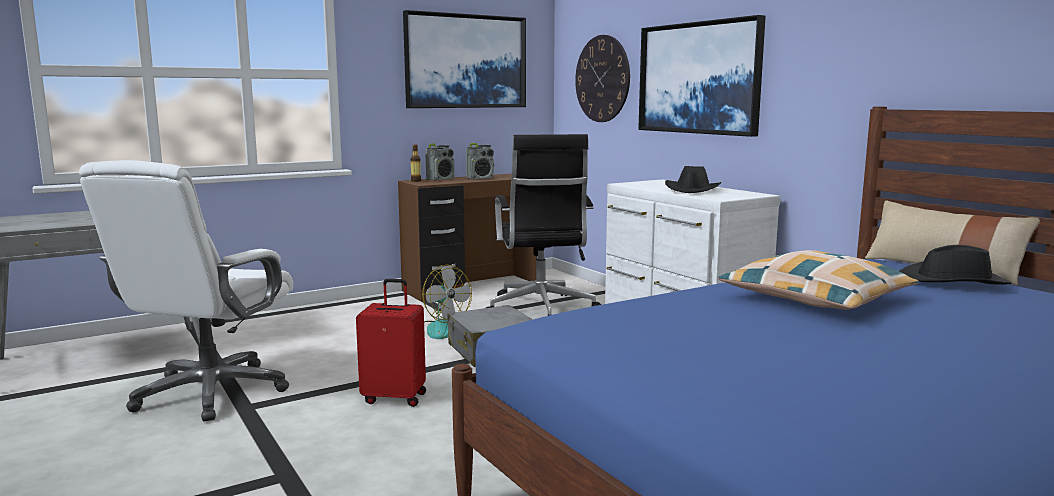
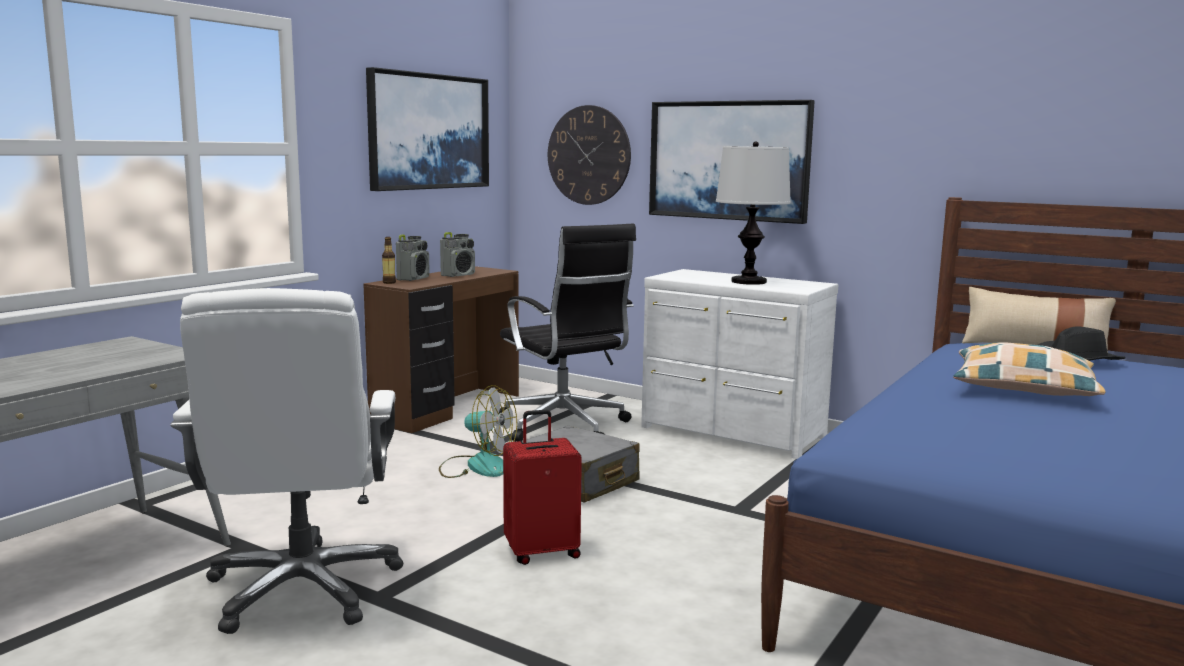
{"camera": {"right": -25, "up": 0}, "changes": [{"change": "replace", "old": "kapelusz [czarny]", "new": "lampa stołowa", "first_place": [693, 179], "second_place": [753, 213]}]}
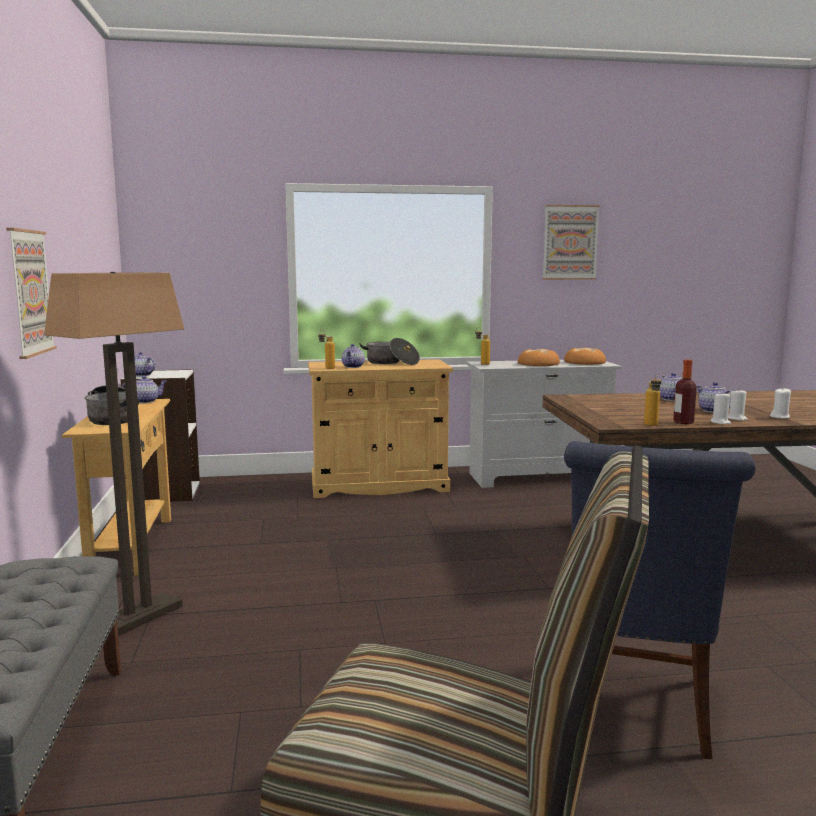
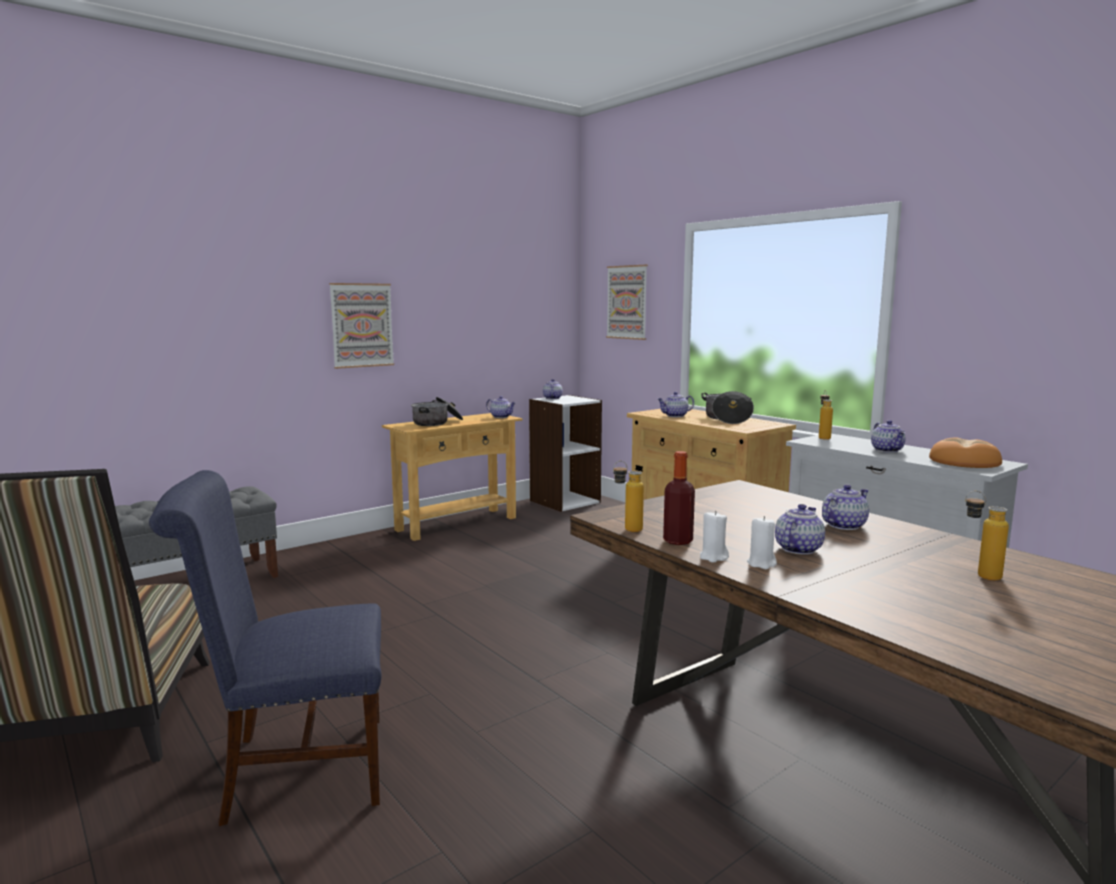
{"camera": {"right": 60, "up": 0}, "changes": [{"change": "delete", "old": "lampa stojąca", "first_place": [114, 454]}, {"change": "delete", "old": "świeca [biały]", "first_place": [780, 403]}, {"change": "move", "old": "butelka", "first_place": [326, 349], "second_place": [987, 536]}, {"change": "move", "old": "obraz", "first_place": [571, 242], "second_place": [627, 302]}, {"change": "replace", "old": "chleb", "new": "imbryk", "first_place": [539, 357], "second_place": [888, 436]}]}
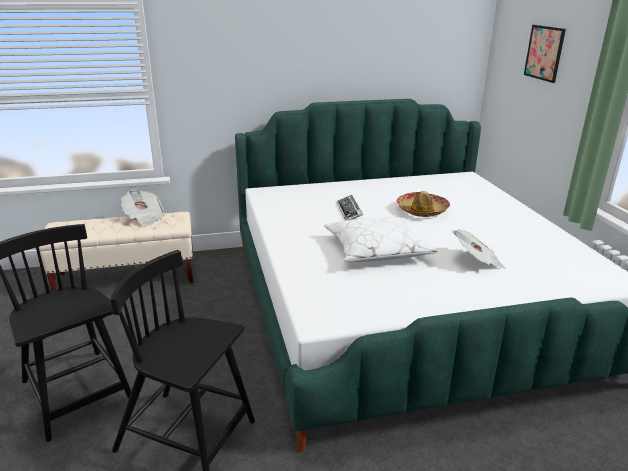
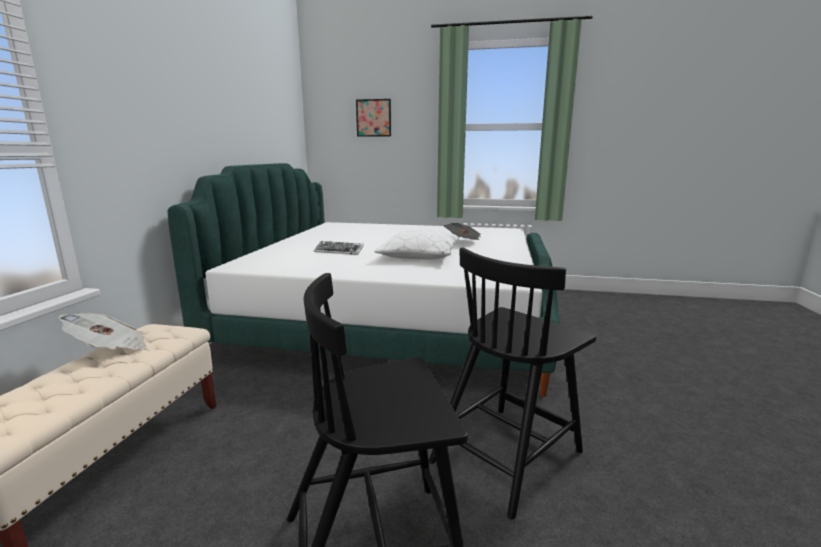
{"camera": {"right": -65, "up": -10}, "changes": [{"change": "delete", "old": "kapelusz", "first_place": [423, 204]}]}
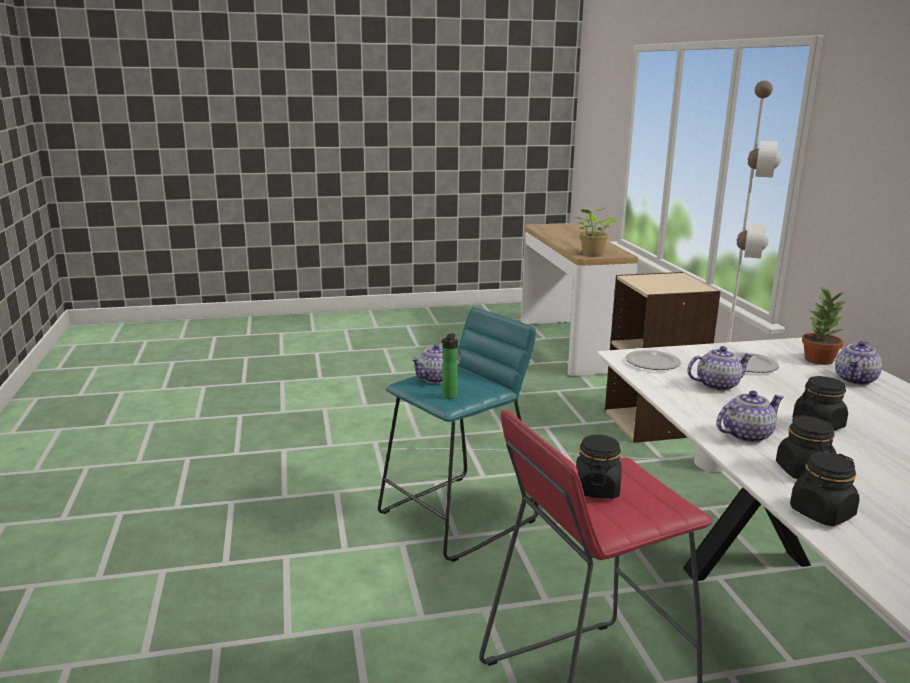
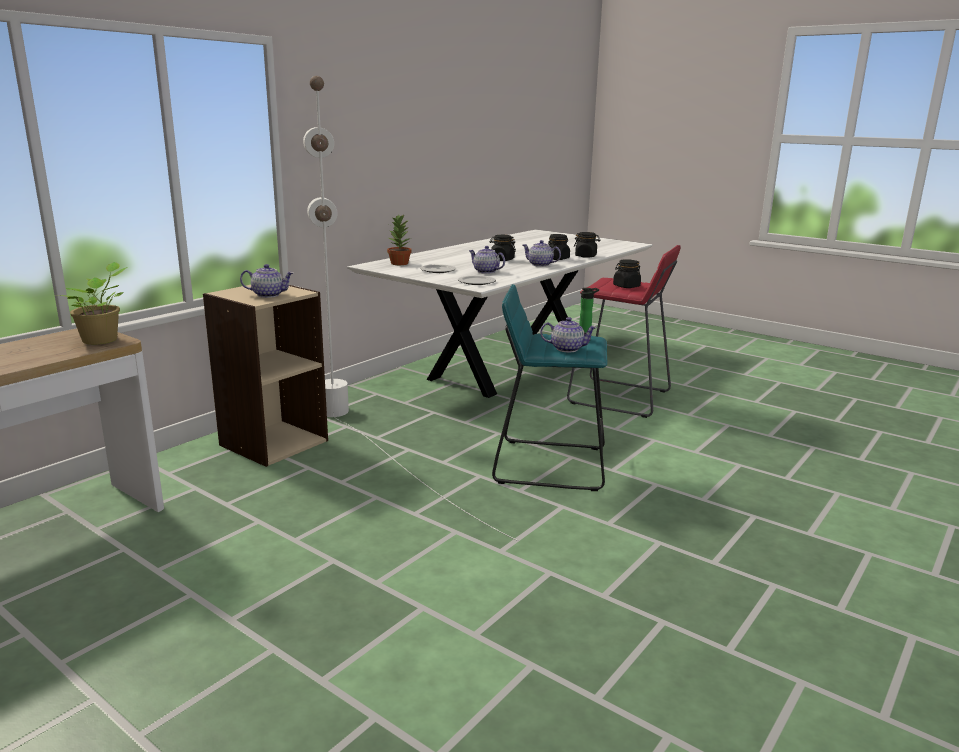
{"camera": {"right": -130, "up": 0}, "changes": [{"change": "move", "old": "imbryk", "first_place": [858, 363], "second_place": [266, 281]}]}
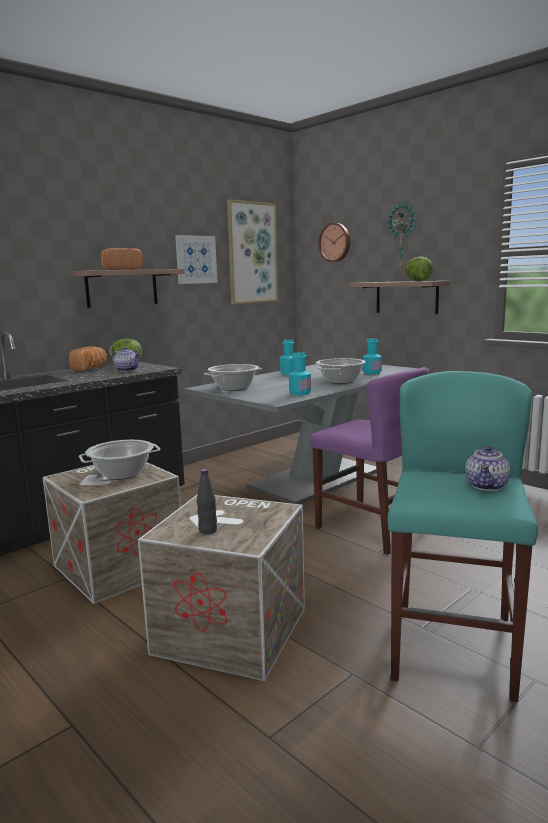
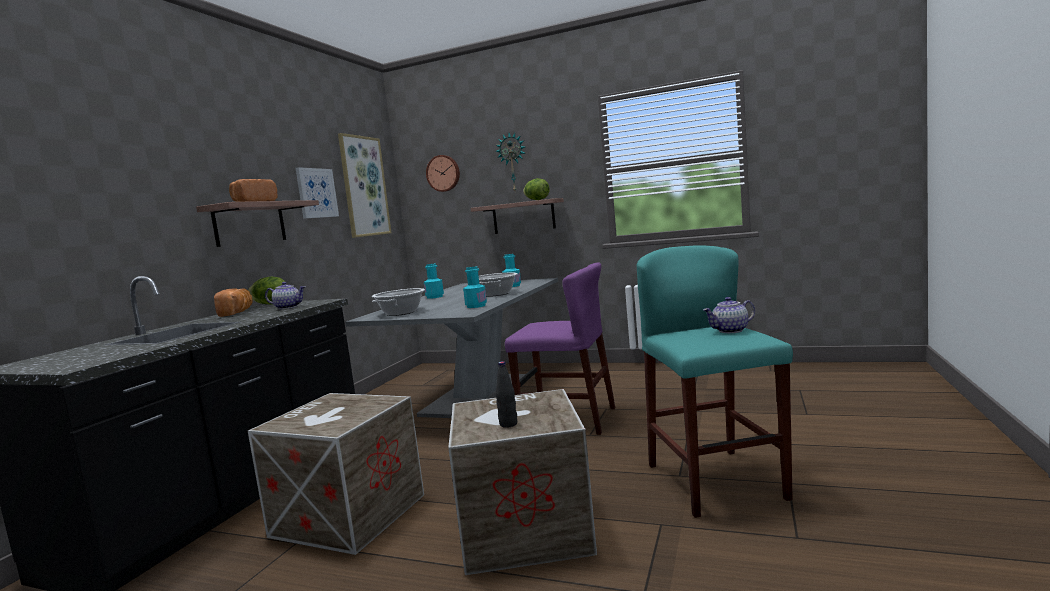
{"camera": {"right": -25, "up": -5}, "changes": [{"change": "delete", "old": "garnek", "first_place": [120, 460]}, {"change": "rotate", "old": "imbryk", "first_place": [487, 468], "second_place": [729, 315], "degrees": 75}]}
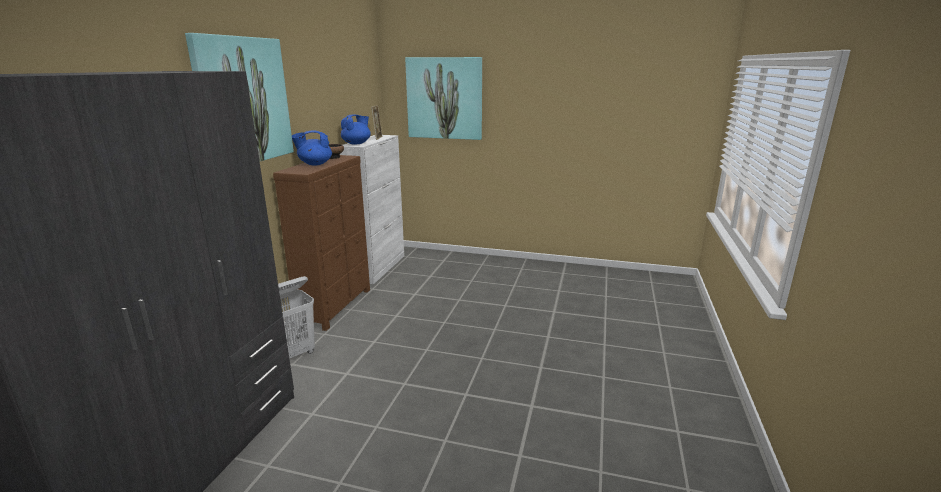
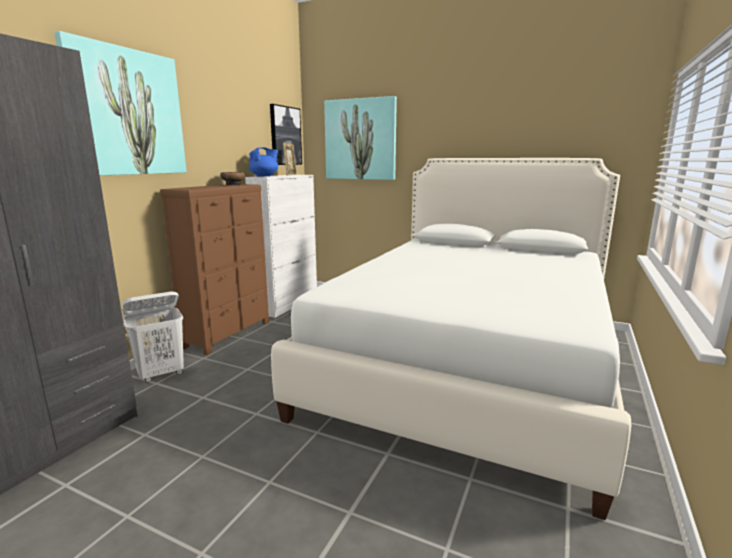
{"camera": {"right": 10, "up": -5}, "changes": [{"change": "delete", "old": "imbryk [niebieski]", "first_place": [312, 148]}, {"change": "insert", "new": "obraz", "second_place": [286, 134]}, {"change": "insert", "new": "łóżko [biały]", "second_place": [451, 339]}]}
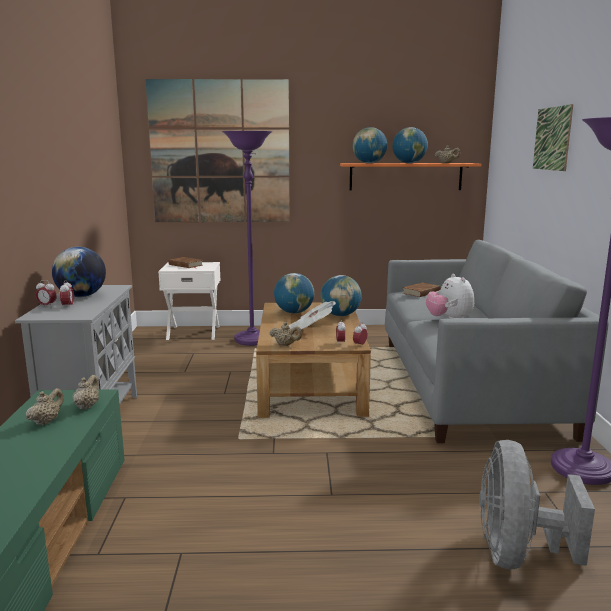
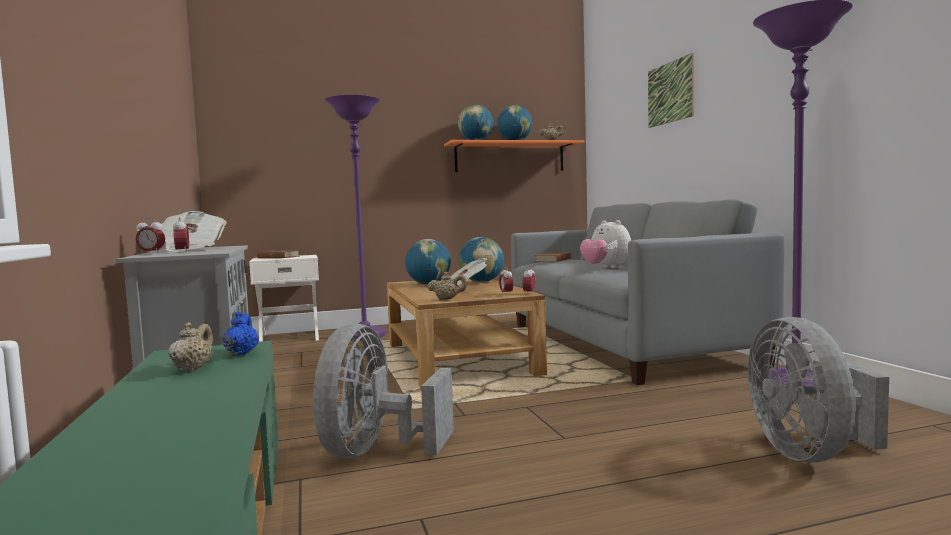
{"camera": {"right": -15, "up": -10}, "changes": [{"change": "delete", "old": "obraz", "first_place": [217, 150]}, {"change": "insert", "new": "wentylator [szary]", "second_place": [383, 391]}, {"change": "replace", "old": "globus", "new": "gazeta", "first_place": [79, 272], "second_place": [194, 231]}, {"change": "recolor", "old": "imbryk [beżowy]", "new": "imbryk [niebieski]", "first_place": [86, 392], "second_place": [240, 333]}]}
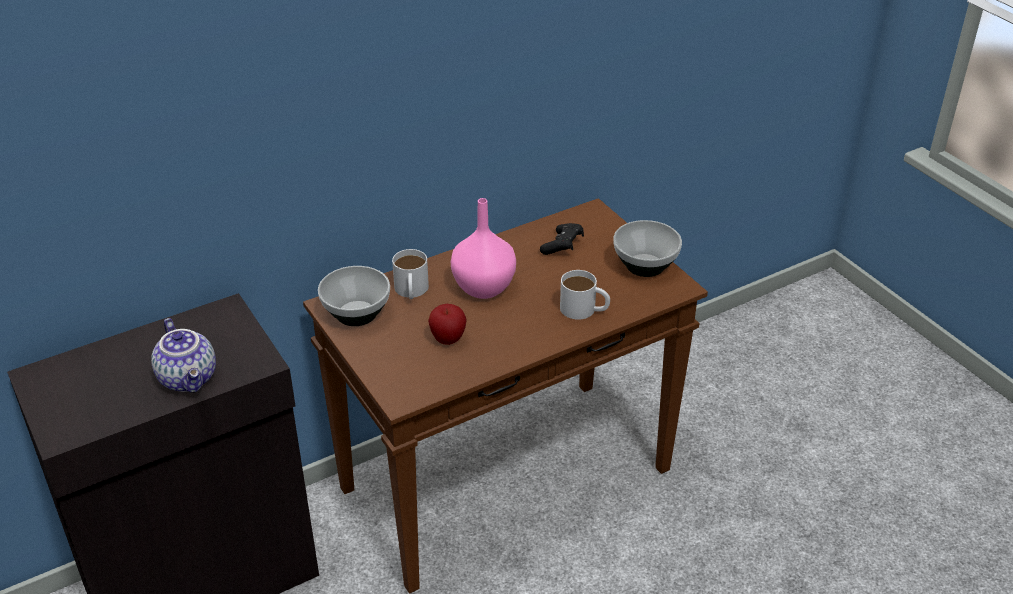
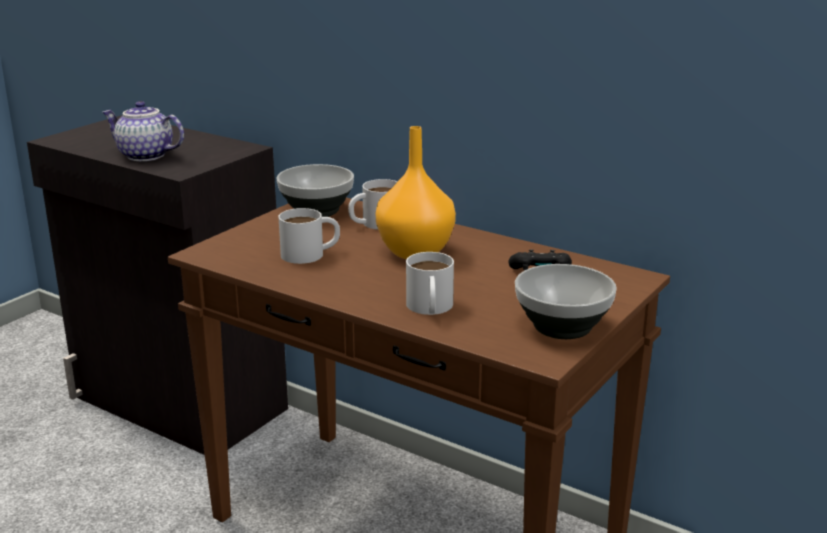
{"camera": {"right": 65, "up": -15}, "changes": [{"change": "replace", "old": "jabłko", "new": "kubek [biały]", "first_place": [447, 324], "second_place": [309, 236]}, {"change": "recolor", "old": "wazon [różowy]", "new": "wazon [pomarańczowy]", "first_place": [483, 248], "second_place": [415, 192]}, {"change": "rotate", "old": "imbryk", "first_place": [183, 355], "second_place": [143, 131], "degrees": 75}]}
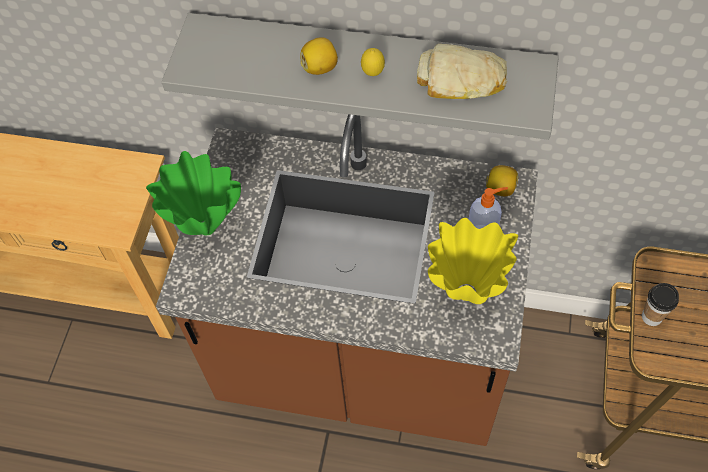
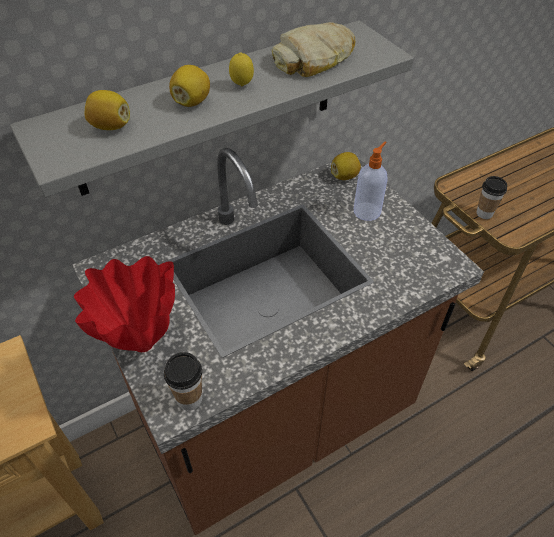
{"camera": {"right": -45, "up": -10}, "changes": [{"change": "delete", "old": "wazon [żółty]", "first_place": [473, 261]}, {"change": "insert", "new": "cytryna", "second_place": [107, 110]}, {"change": "insert", "new": "filiżanka", "second_place": [183, 381]}, {"change": "recolor", "old": "wazon [zielony]", "new": "wazon [czerwony]", "first_place": [193, 193], "second_place": [124, 304]}]}
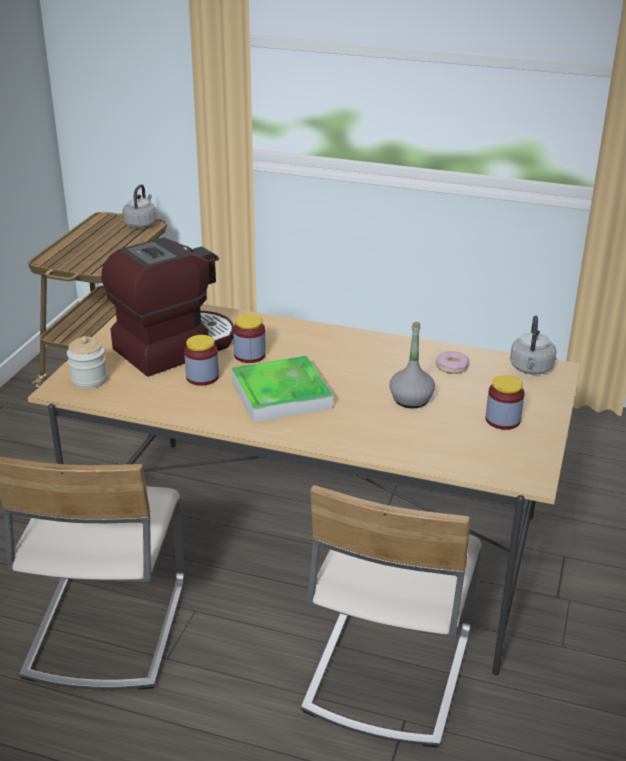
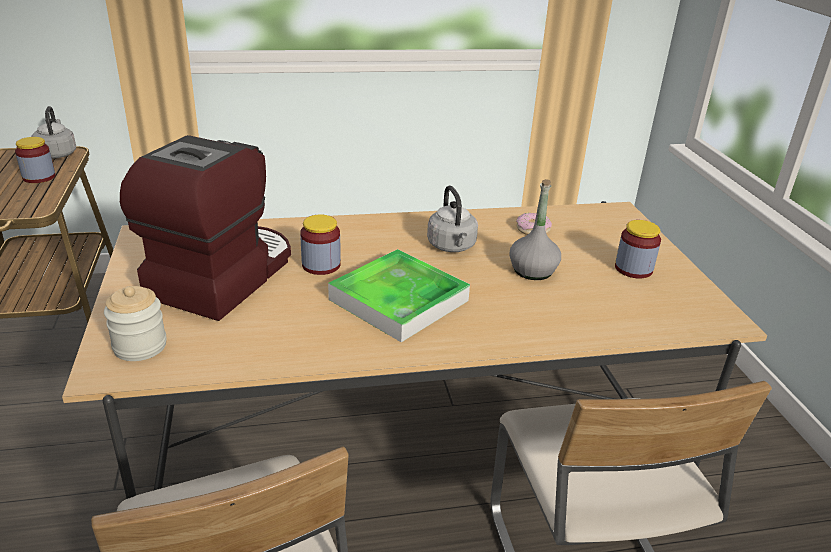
{"camera": {"right": -30, "up": 0}, "changes": [{"change": "move", "old": "słoik", "first_place": [201, 360], "second_place": [35, 160]}, {"change": "move", "old": "czajnik [szary]", "first_place": [533, 344], "second_place": [452, 218]}]}
